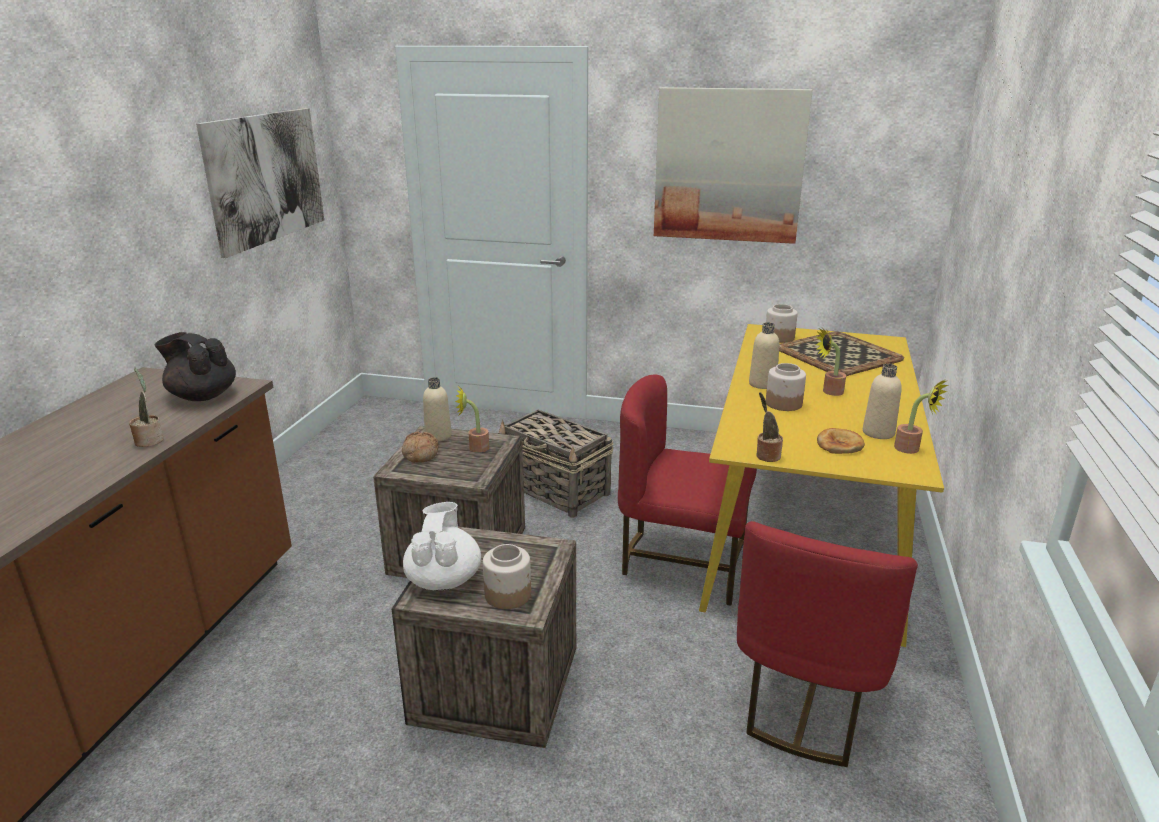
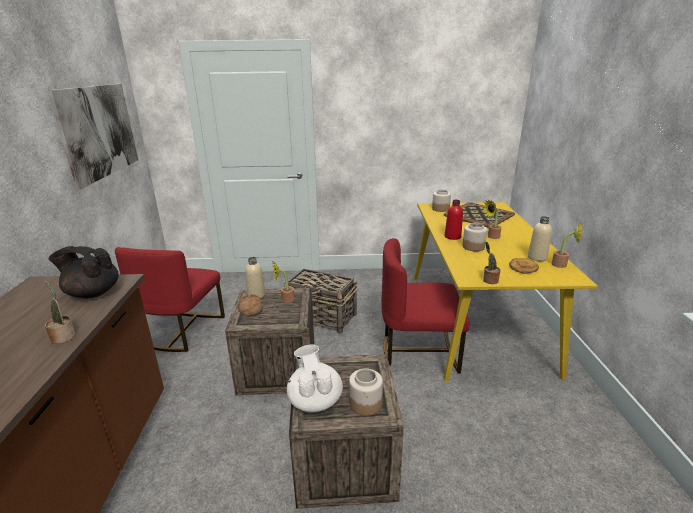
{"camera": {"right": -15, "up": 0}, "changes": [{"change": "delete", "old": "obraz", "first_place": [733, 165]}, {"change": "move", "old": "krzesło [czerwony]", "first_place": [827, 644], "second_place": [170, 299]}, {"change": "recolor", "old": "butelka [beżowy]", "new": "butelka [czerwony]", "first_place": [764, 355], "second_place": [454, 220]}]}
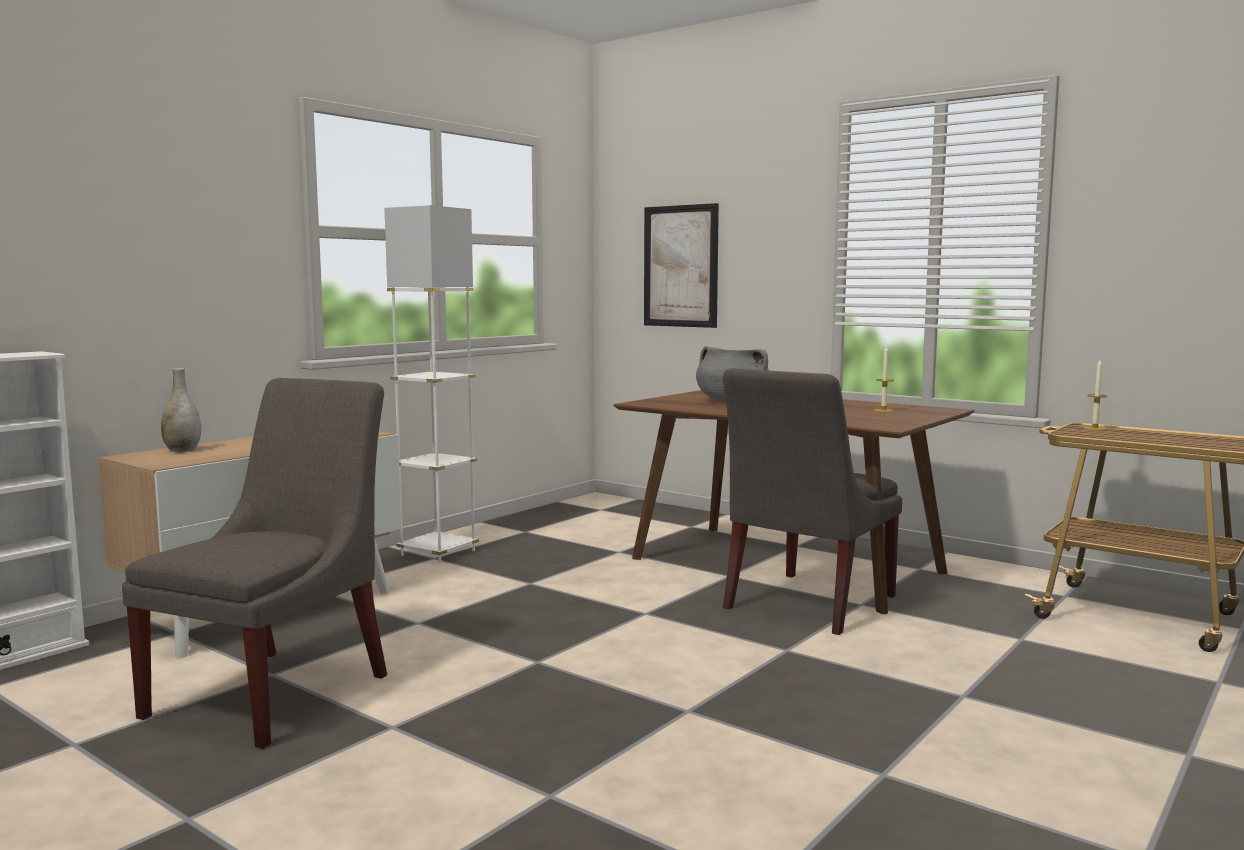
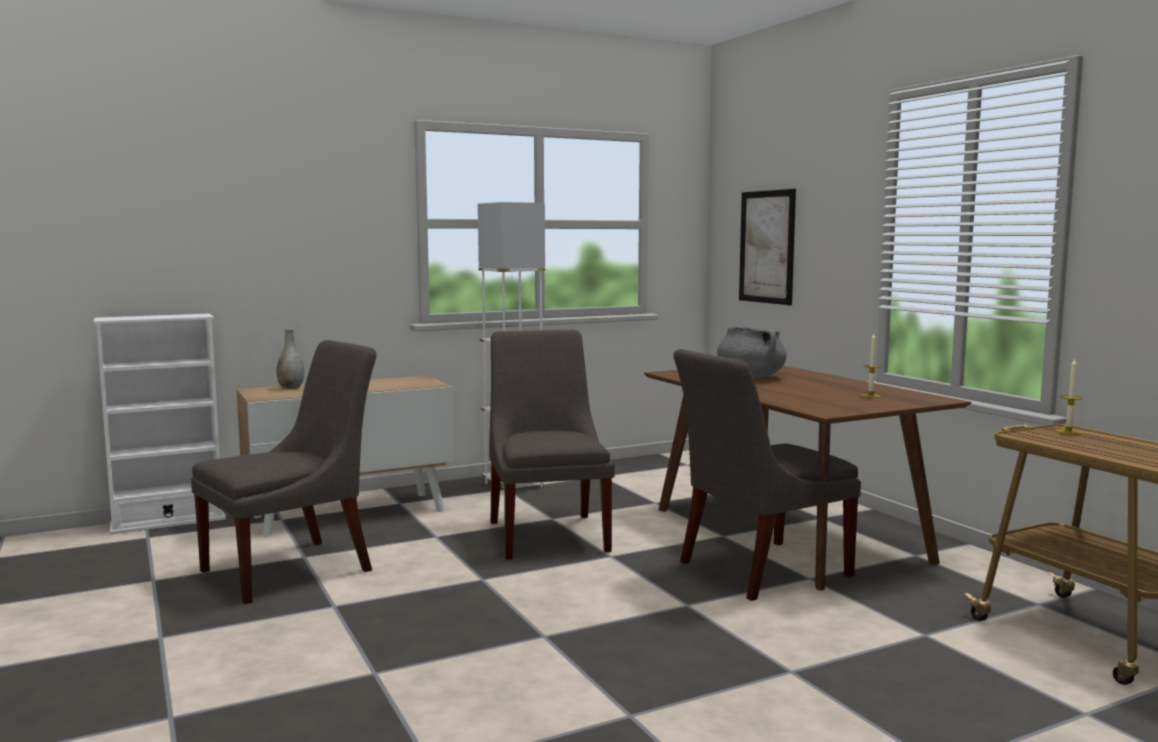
{"camera": {"right": 25, "up": 0}, "changes": [{"change": "insert", "new": "krzesło [szary]", "second_place": [552, 445]}]}
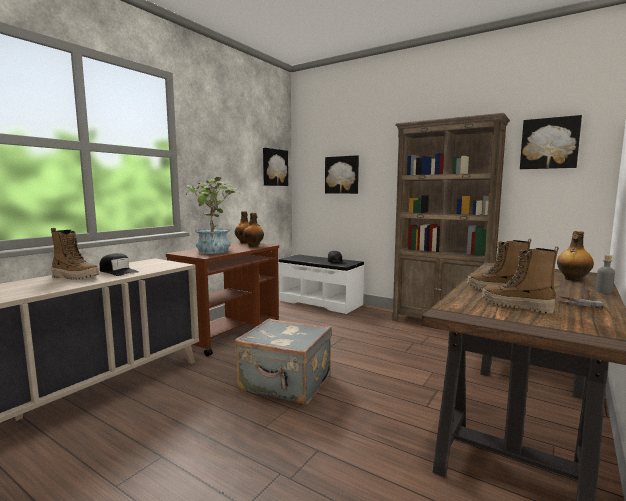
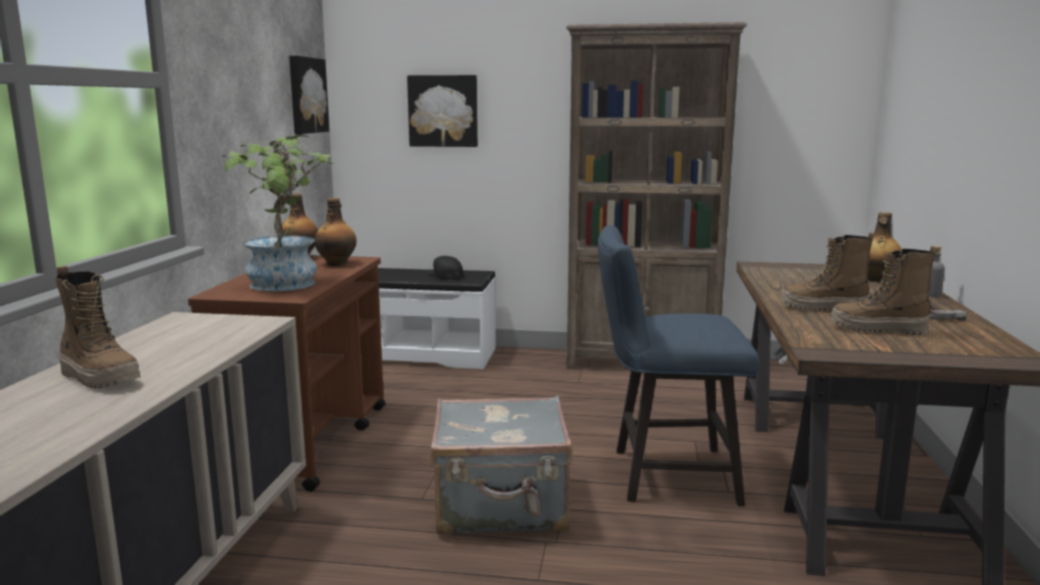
{"camera": {"right": -25, "up": 5}, "changes": [{"change": "delete", "old": "czapka z daszkiem [czarny]", "first_place": [119, 264]}, {"change": "delete", "old": "obraz", "first_place": [551, 142]}, {"change": "insert", "new": "krzesło [niebieski]", "second_place": [678, 366]}, {"change": "rotate", "old": "but z cholewką", "first_place": [75, 254], "second_place": [97, 327], "degrees": 45}]}
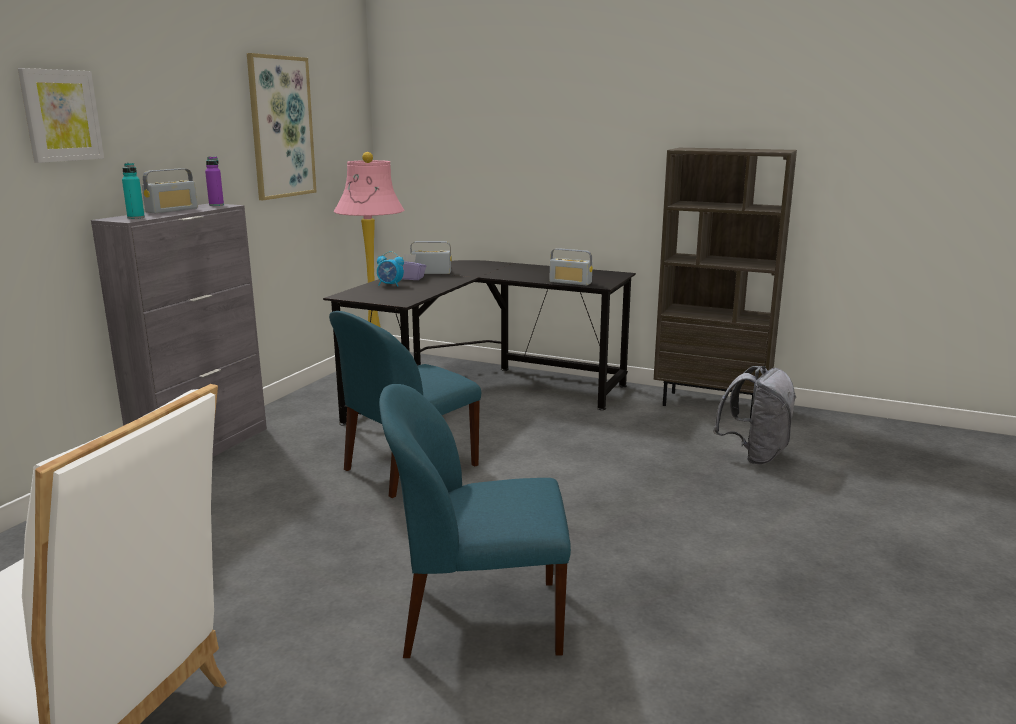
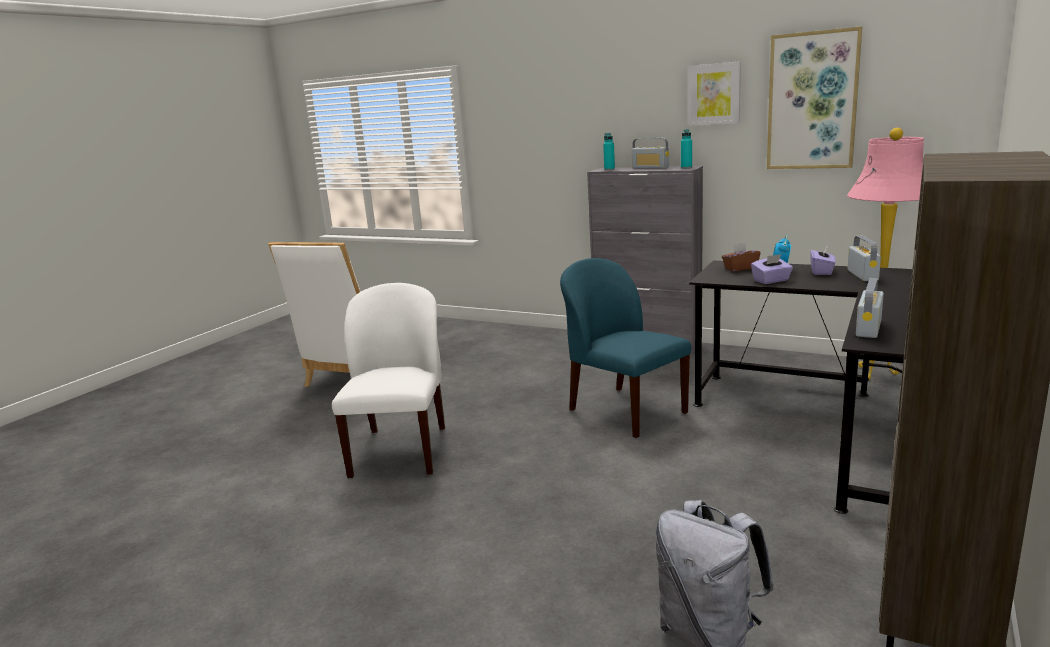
{"camera": {"right": 95, "up": 0}, "changes": [{"change": "insert", "new": "pudełko chusteczek [brązowy]", "second_place": [741, 256]}, {"change": "insert", "new": "pudełko chusteczek [fioletowy]", "second_place": [772, 269]}, {"change": "move", "old": "obraz", "first_place": [61, 115], "second_place": [714, 94]}, {"change": "recolor", "old": "butelka [fioletowy]", "new": "butelka [turkusowy]", "first_place": [214, 181], "second_place": [686, 149]}, {"change": "recolor", "old": "krzesło [niebieski]", "new": "krzesło [biały]", "first_place": [475, 521], "second_place": [388, 380]}]}
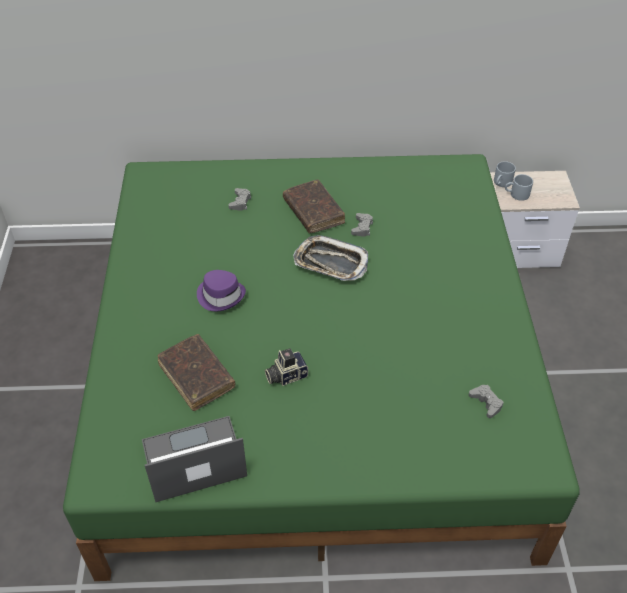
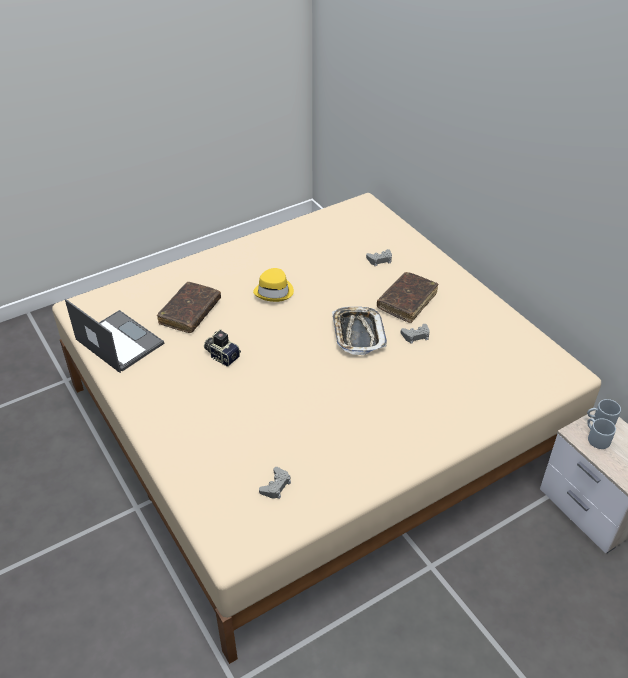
{"camera": {"right": 60, "up": -5}, "changes": [{"change": "recolor", "old": "łóżko [zielony]", "new": "łóżko [beżowy]", "first_place": [321, 367], "second_place": [326, 428]}, {"change": "recolor", "old": "kapelusz [fioletowy]", "new": "kapelusz [żółty]", "first_place": [221, 290], "second_place": [273, 285]}]}
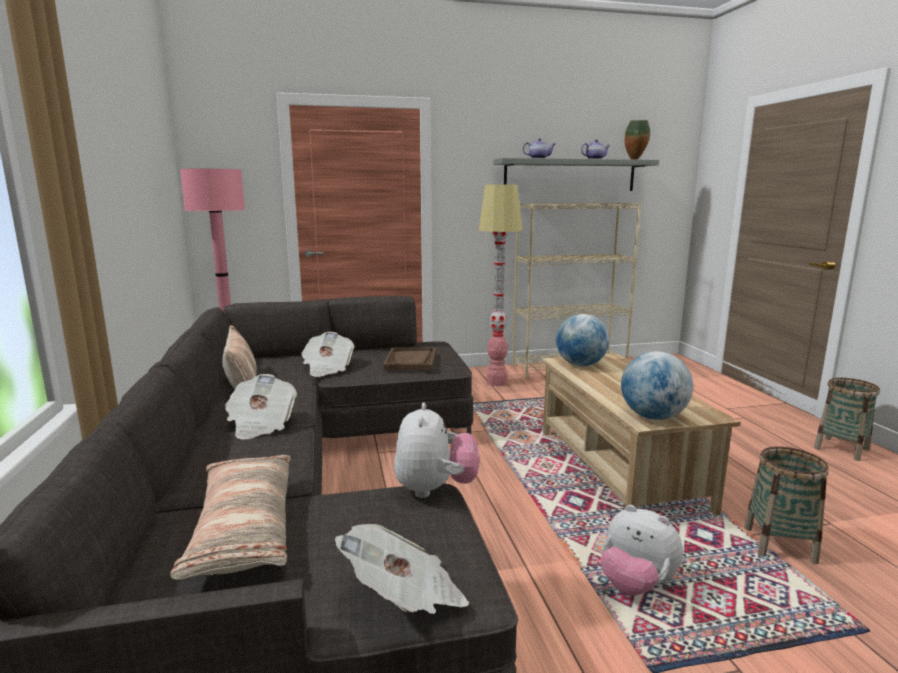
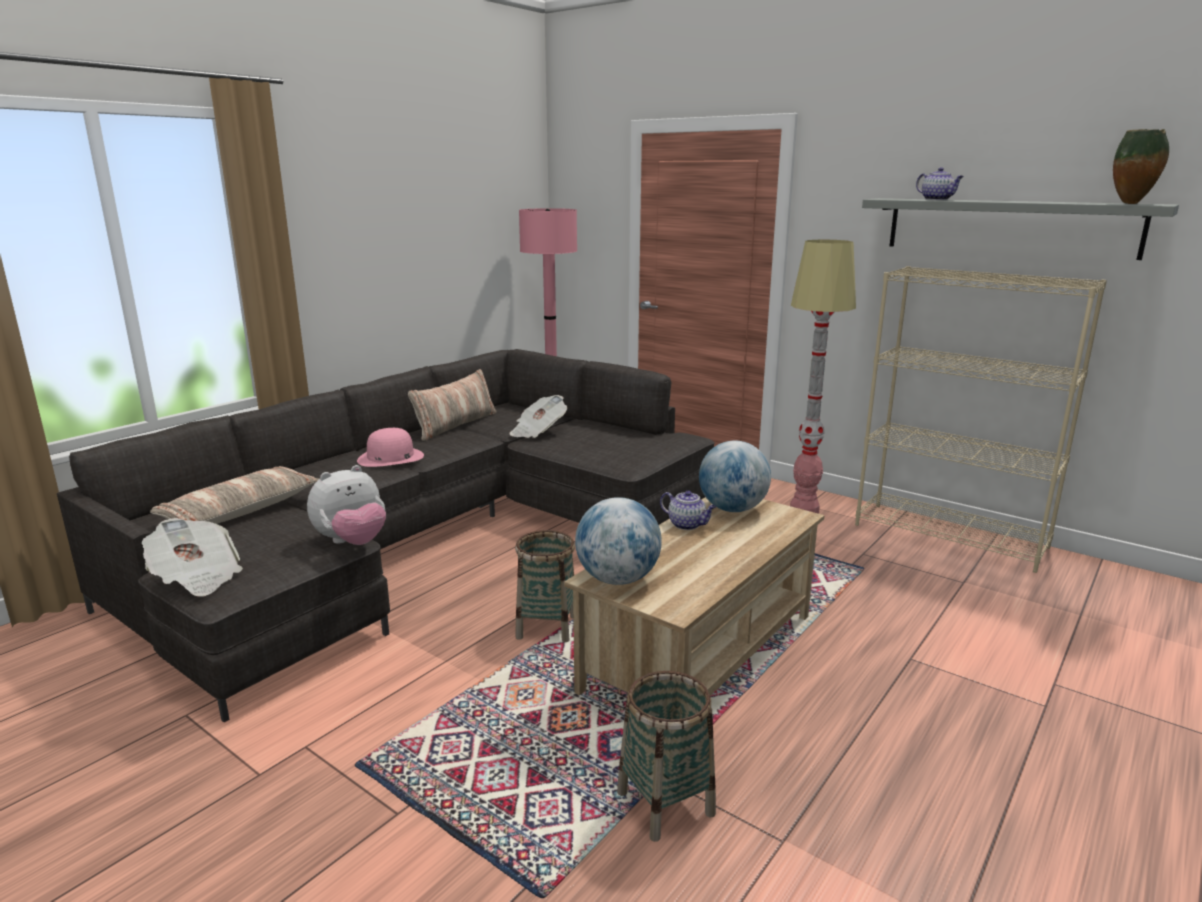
{"camera": {"right": 50, "up": 5}, "changes": [{"change": "delete", "old": "taca [brązowy]", "first_place": [410, 359]}, {"change": "delete", "old": "pluszak", "first_place": [642, 550]}, {"change": "move", "old": "imbryk", "first_place": [595, 149], "second_place": [688, 510]}, {"change": "move", "old": "koszyk", "first_place": [847, 419], "second_place": [545, 586]}, {"change": "replace", "old": "gazeta", "new": "kapelusz [różowy]", "first_place": [261, 407], "second_place": [390, 447]}]}
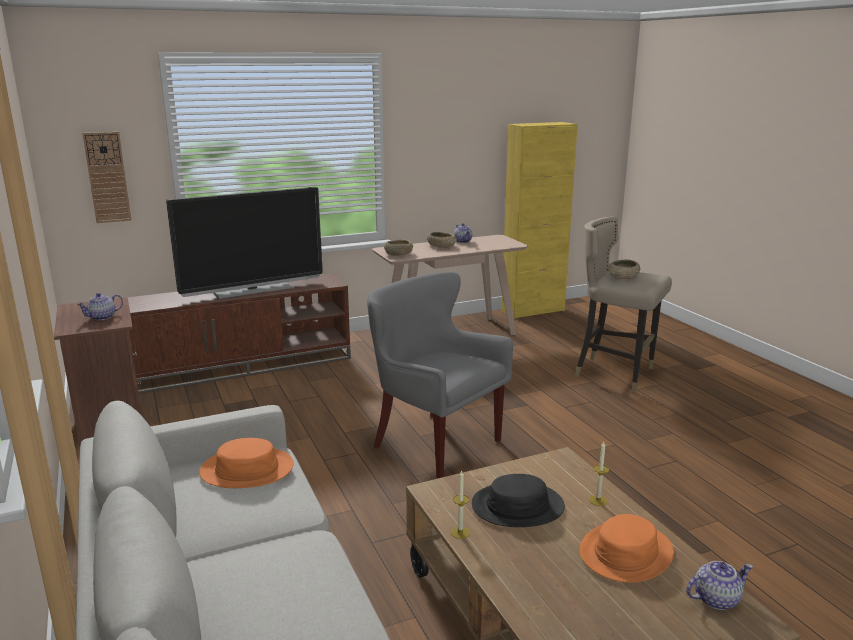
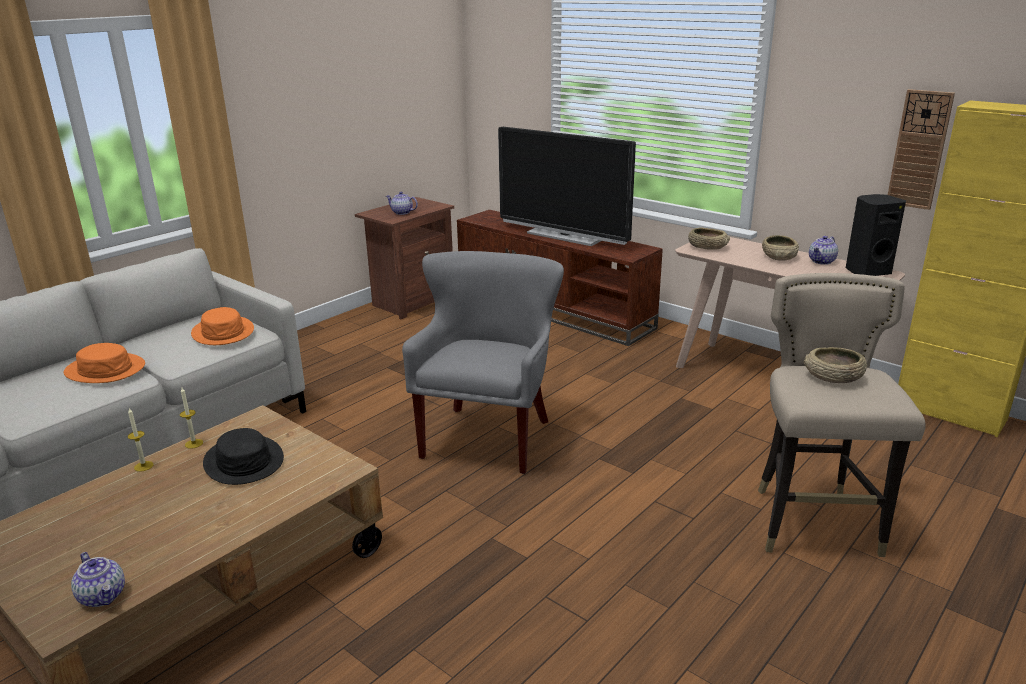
{"camera": {"right": 65, "up": 5}, "changes": [{"change": "insert", "new": "głośnik [czarny]", "second_place": [876, 235]}, {"change": "move", "old": "zegar ścienny", "first_place": [106, 177], "second_place": [921, 149]}, {"change": "move", "old": "kapelusz [pomarańczowy]", "first_place": [626, 548], "second_place": [104, 363]}, {"change": "move", "old": "świeca", "first_place": [599, 474], "second_place": [140, 440]}]}
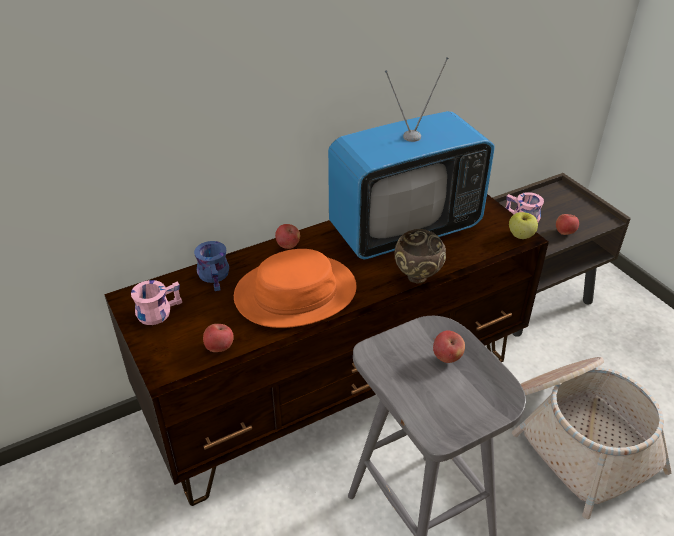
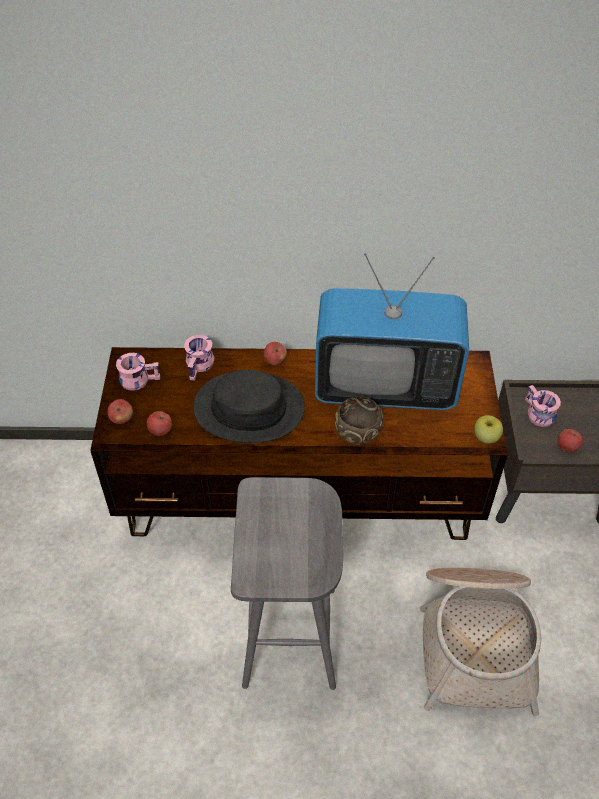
{"camera": {"right": 30, "up": 10}, "changes": [{"change": "move", "old": "jabłko", "first_place": [449, 346], "second_place": [120, 411]}, {"change": "recolor", "old": "kubek [niebieski]", "new": "kubek [różowy]", "first_place": [211, 266], "second_place": [199, 358]}, {"change": "recolor", "old": "kapelusz [pomarańczowy]", "new": "kapelusz [czarny]", "first_place": [295, 288], "second_place": [249, 406]}]}
